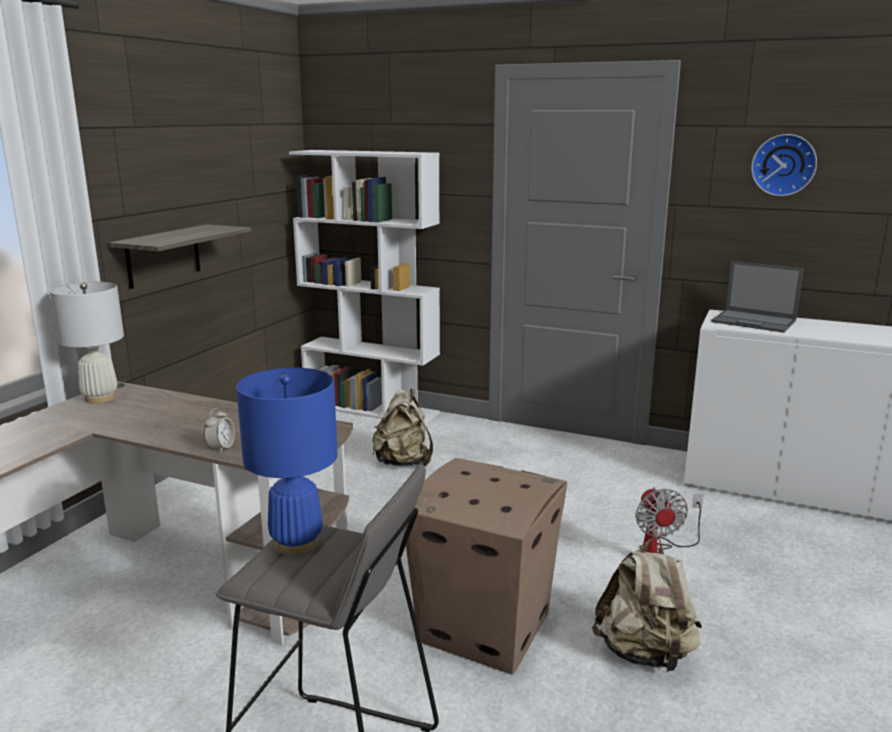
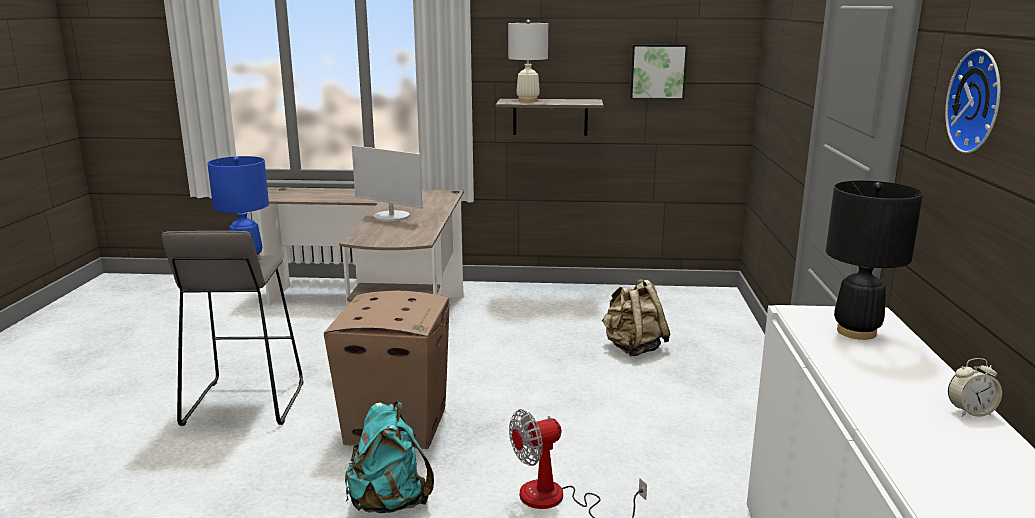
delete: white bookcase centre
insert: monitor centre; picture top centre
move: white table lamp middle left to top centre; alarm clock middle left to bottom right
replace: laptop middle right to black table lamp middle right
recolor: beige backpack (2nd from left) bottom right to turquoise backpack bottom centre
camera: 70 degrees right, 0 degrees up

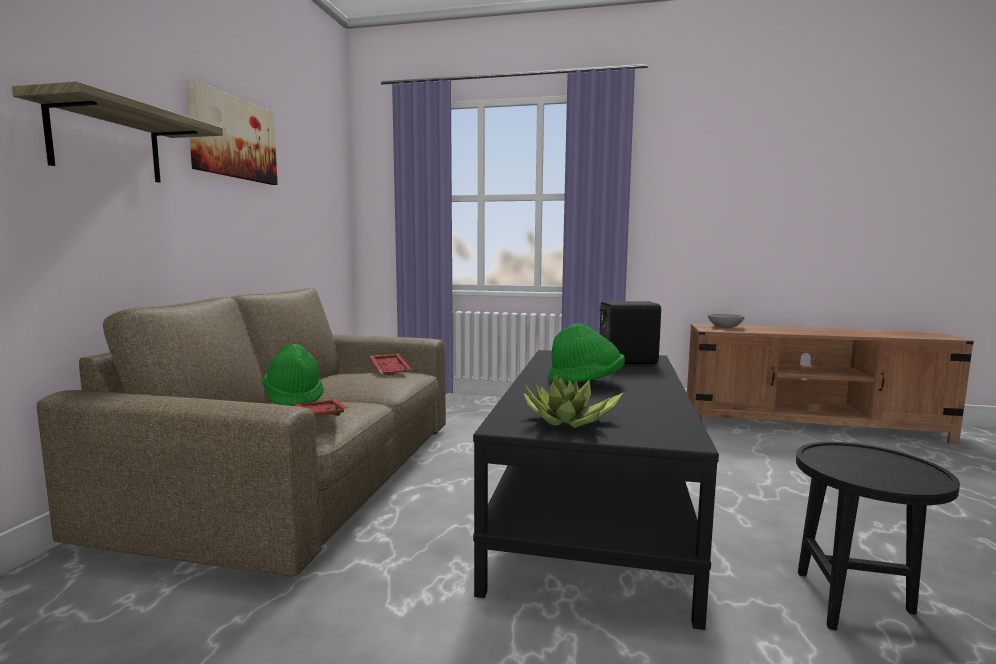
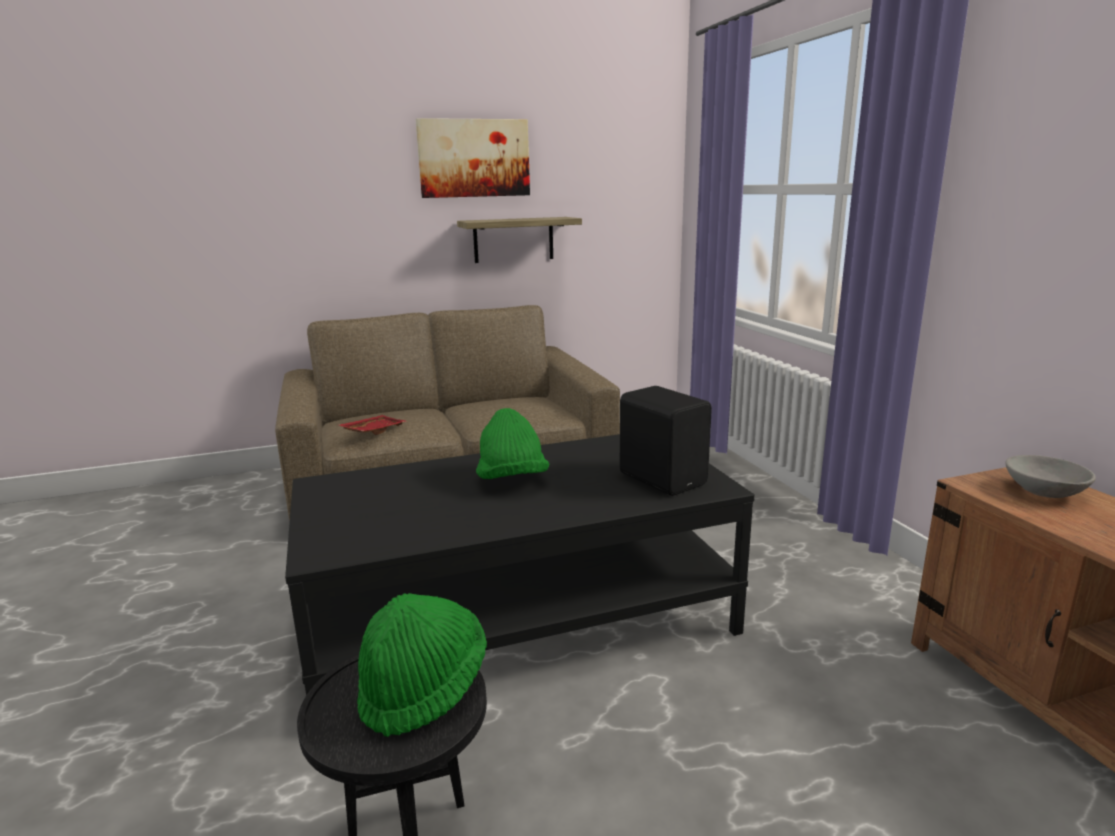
delete: red tray (2nd from left) centre; potted plant centre
move: green hat (1st from left) middle left to bottom centre; shelf top left to top centre
camera: 60 degrees right, 10 degrees up

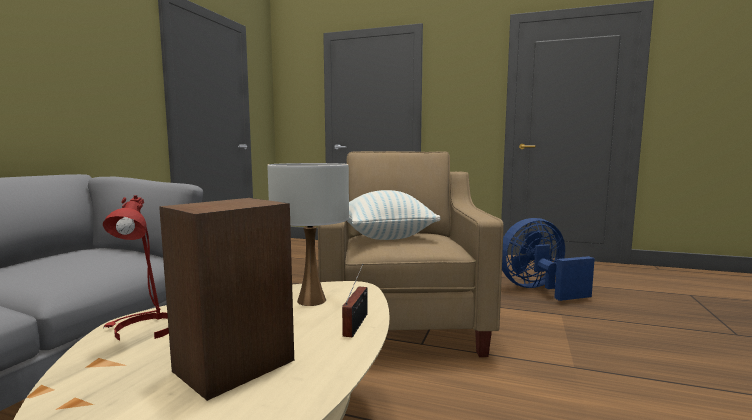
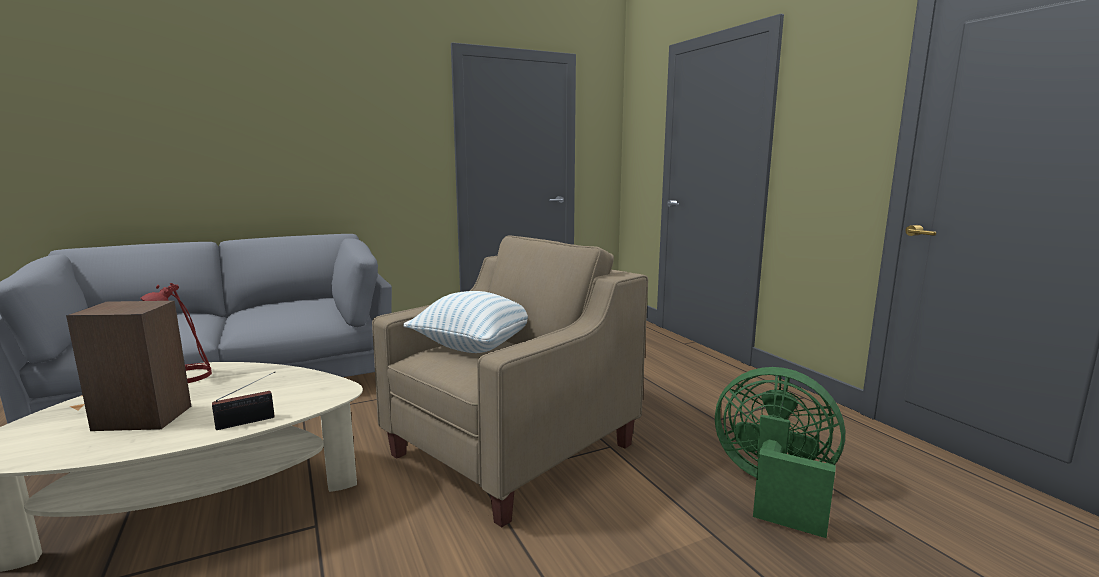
delete: white table lamp centre
recolor: blue fan middle right to green fan bottom right
camera: 45 degrees right, 5 degrees up

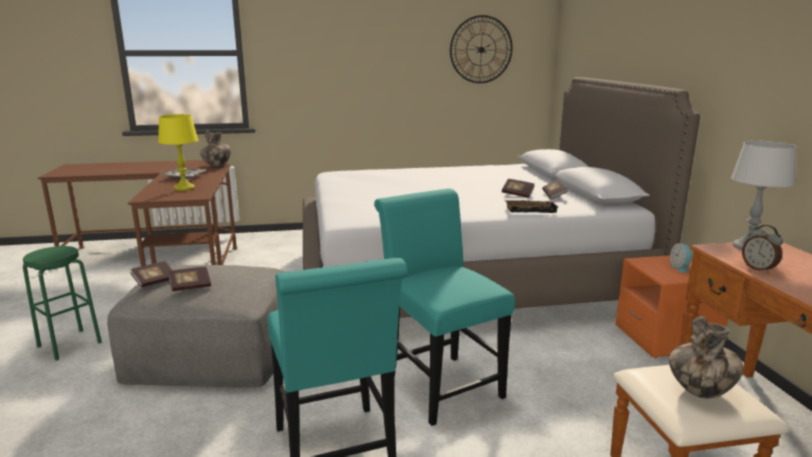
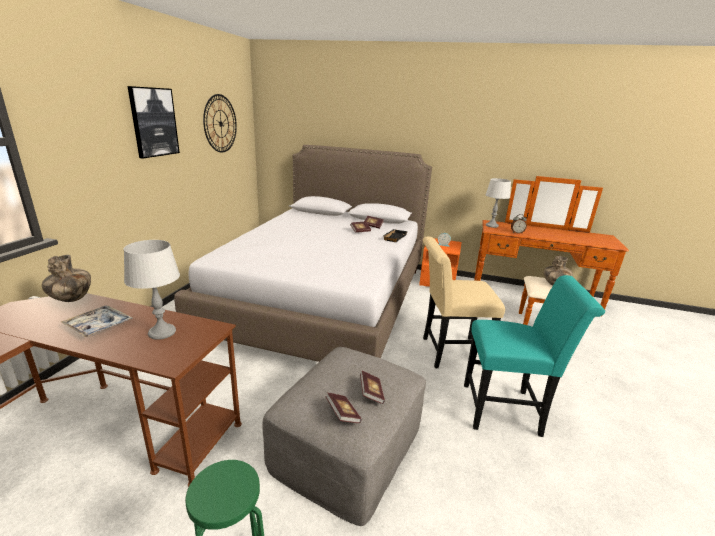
insert: picture top left
recolor: yellow table lamp top left to grey table lamp (1st from left) middle left; turquoise chair (2nd from left) bottom centre to beige chair centre
camera: 65 degrees left, 5 degrees up

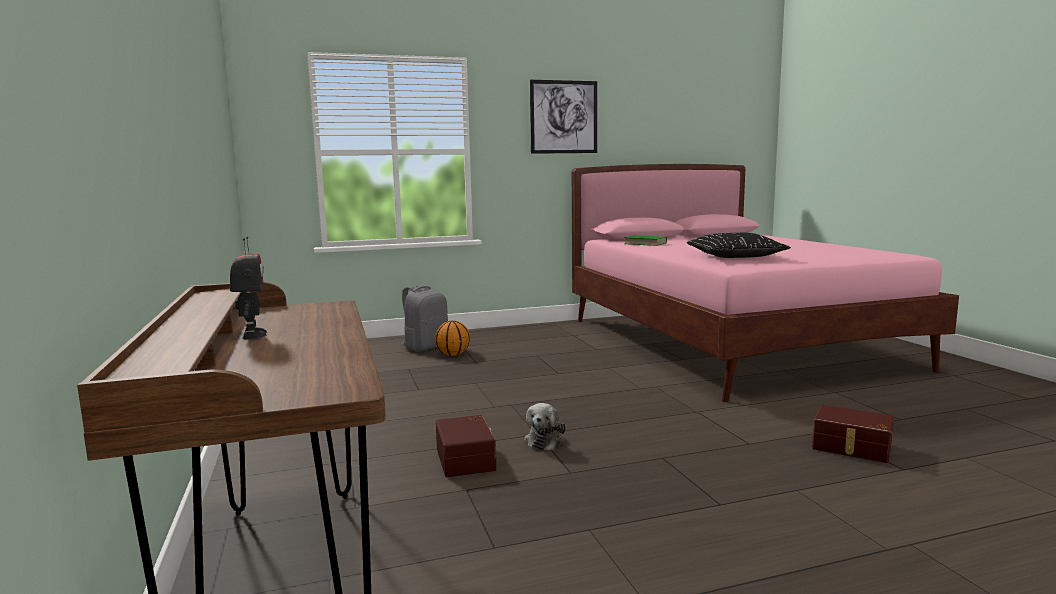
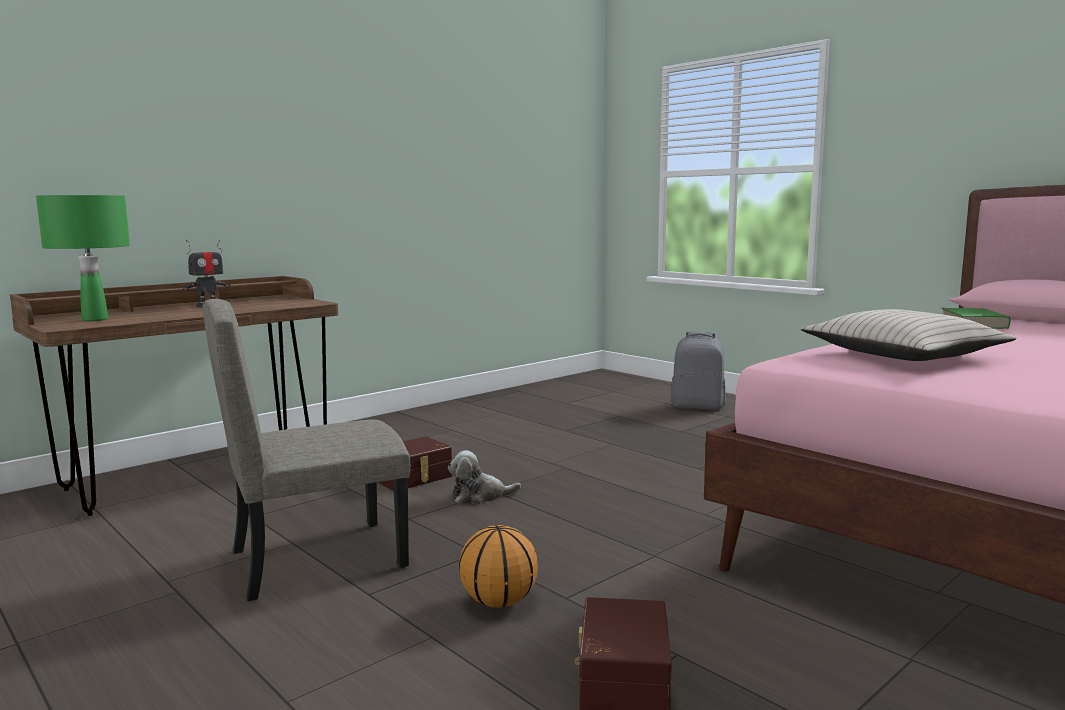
delete: picture top centre
insert: green table lamp middle left; beige chair middle left
move: basketball centre to bottom centre
recolor: black pillow middle right to beige pillow middle right
camera: 65 degrees right, 0 degrees up

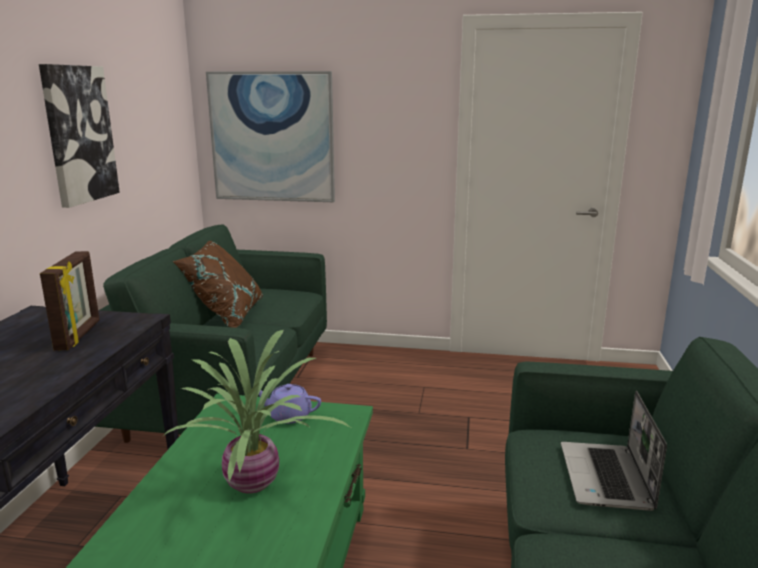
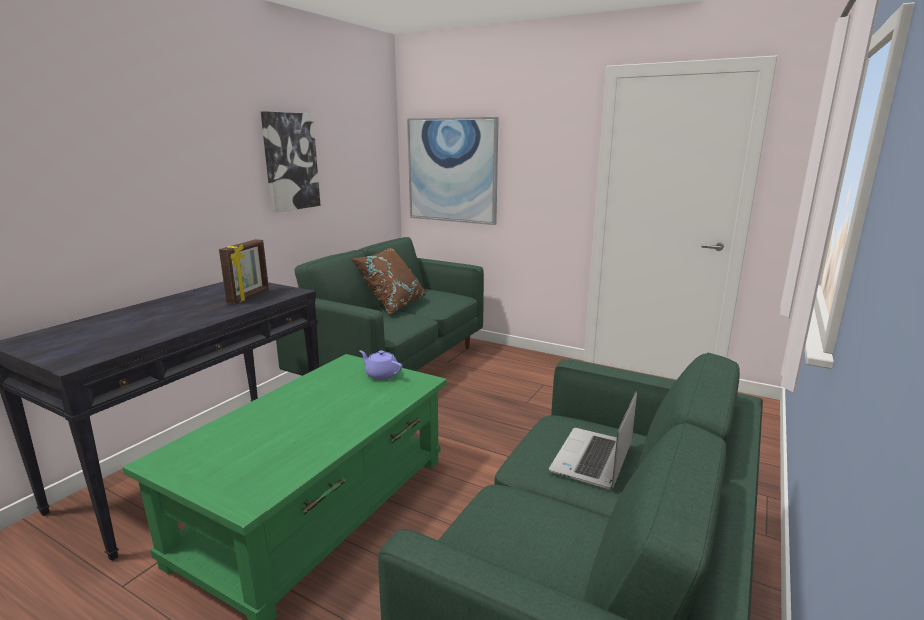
delete: potted plant bottom centre
camera: 20 degrees right, 0 degrees up

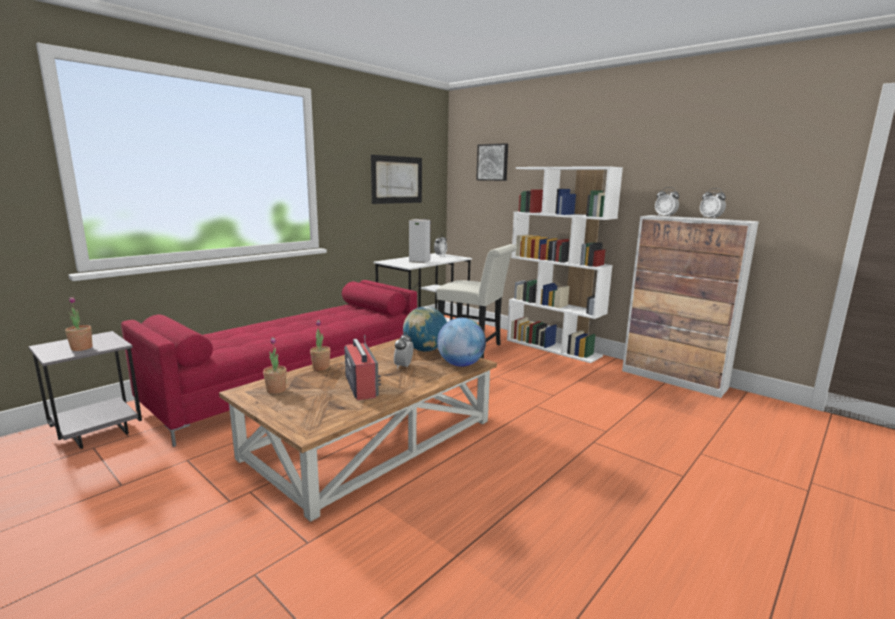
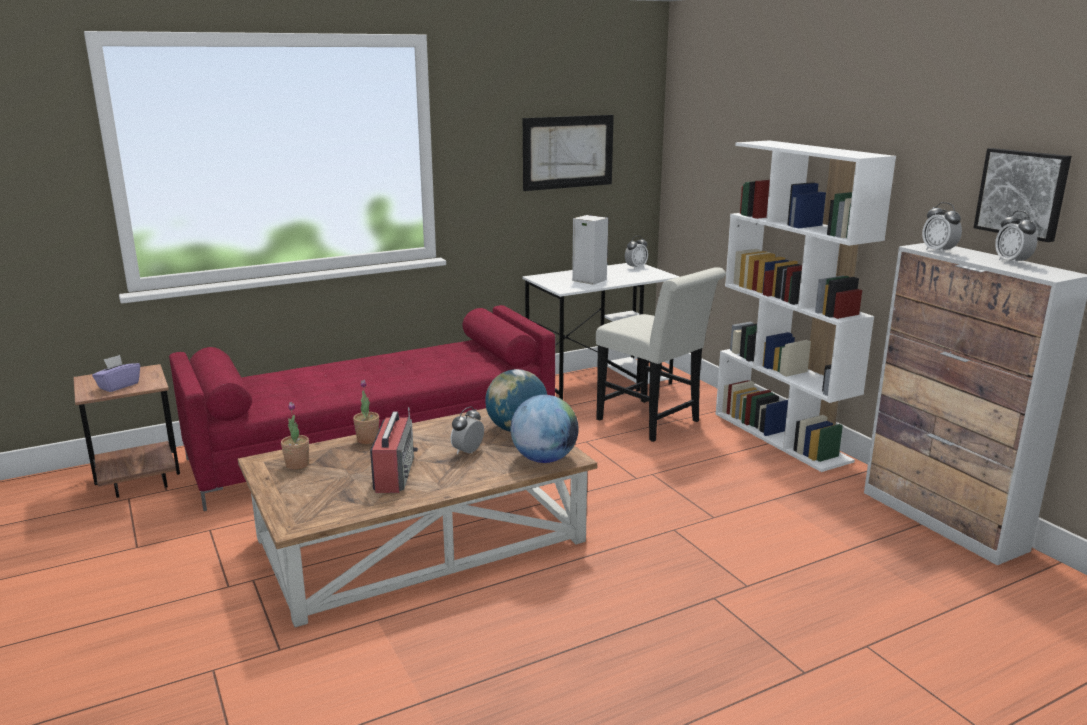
move: picture (2nd from left) top centre to top right
replace: potted plant (1st from left) middle left to purple tissue box middle left
recolor: grey side table middle left to brown side table middle left
camera: 20 degrees right, 5 degrees up

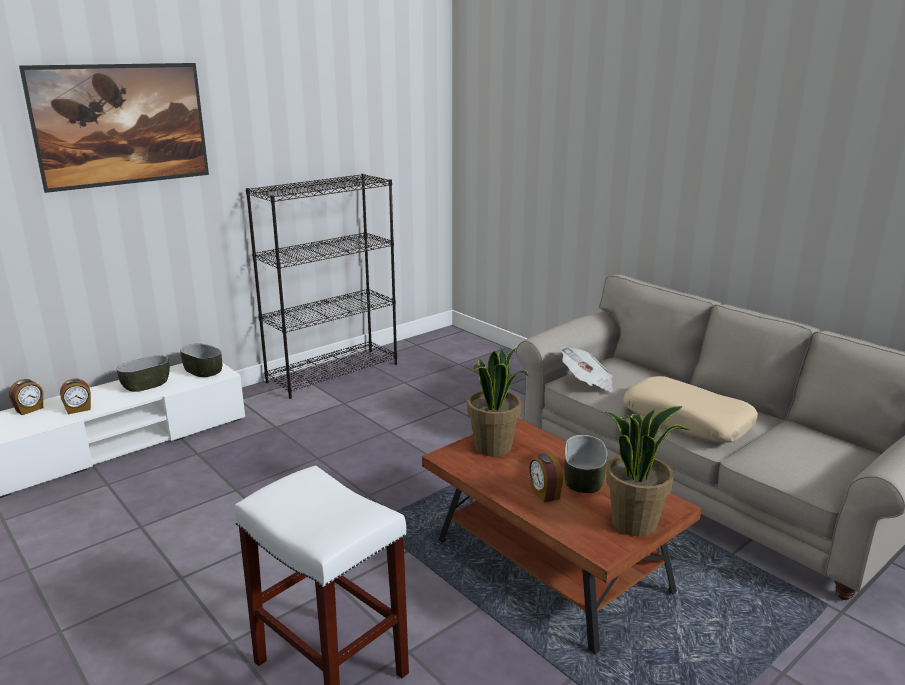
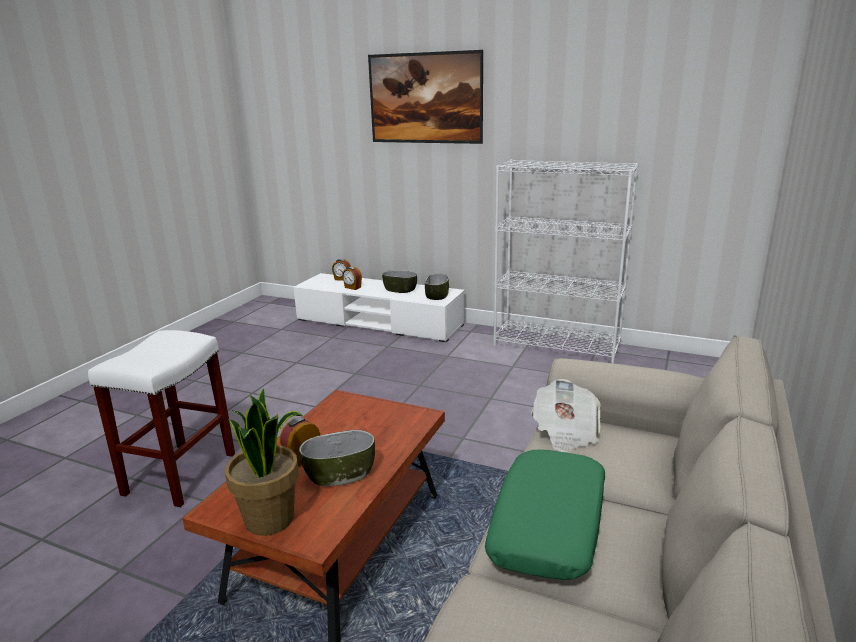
delete: potted plant (1st from left) centre
recolor: beige pillow middle right to green pillow bottom centre; black bookcase centre to white bookcase centre
camera: 65 degrees right, 0 degrees up

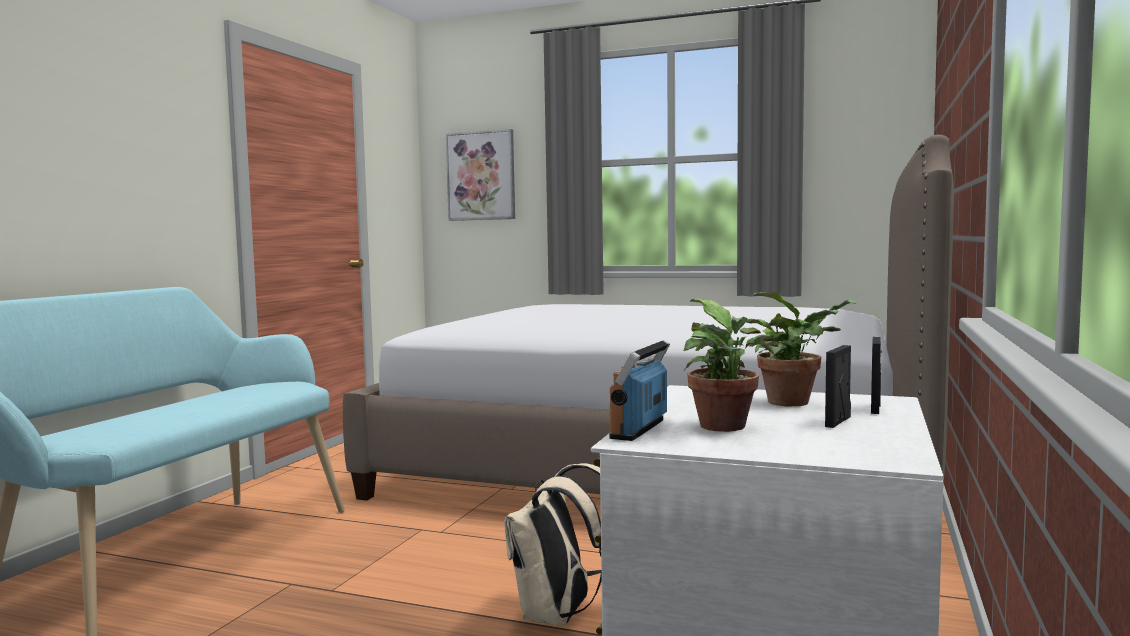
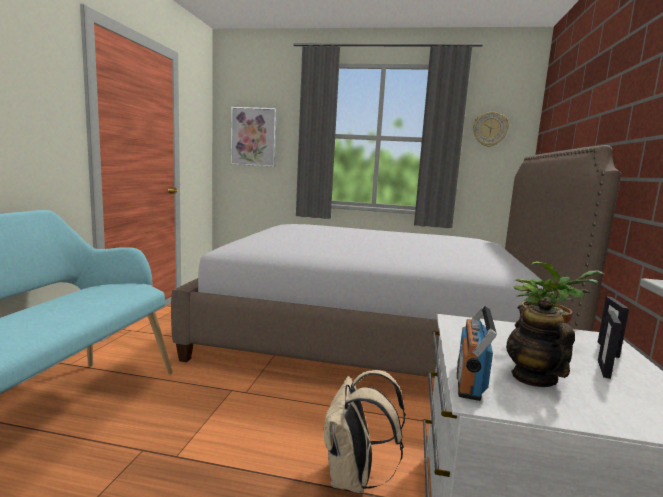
insert: wall clock top right
replace: potted plant (1st from left) centre to teapot bottom right
camera: 10 degrees left, 5 degrees up

